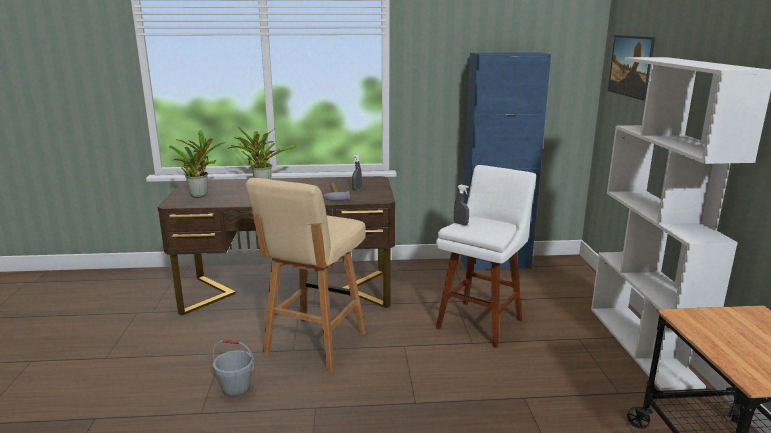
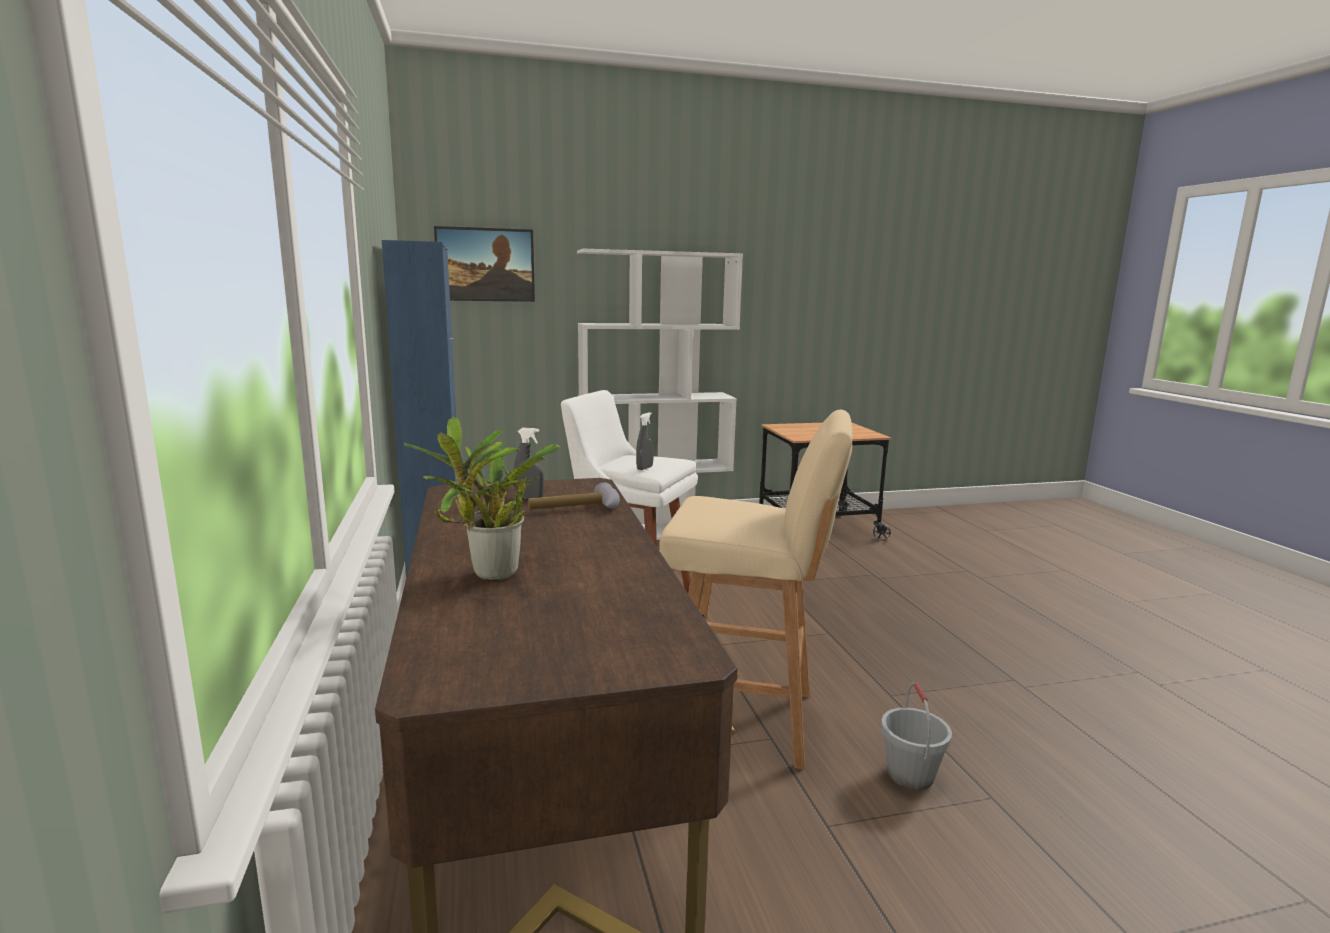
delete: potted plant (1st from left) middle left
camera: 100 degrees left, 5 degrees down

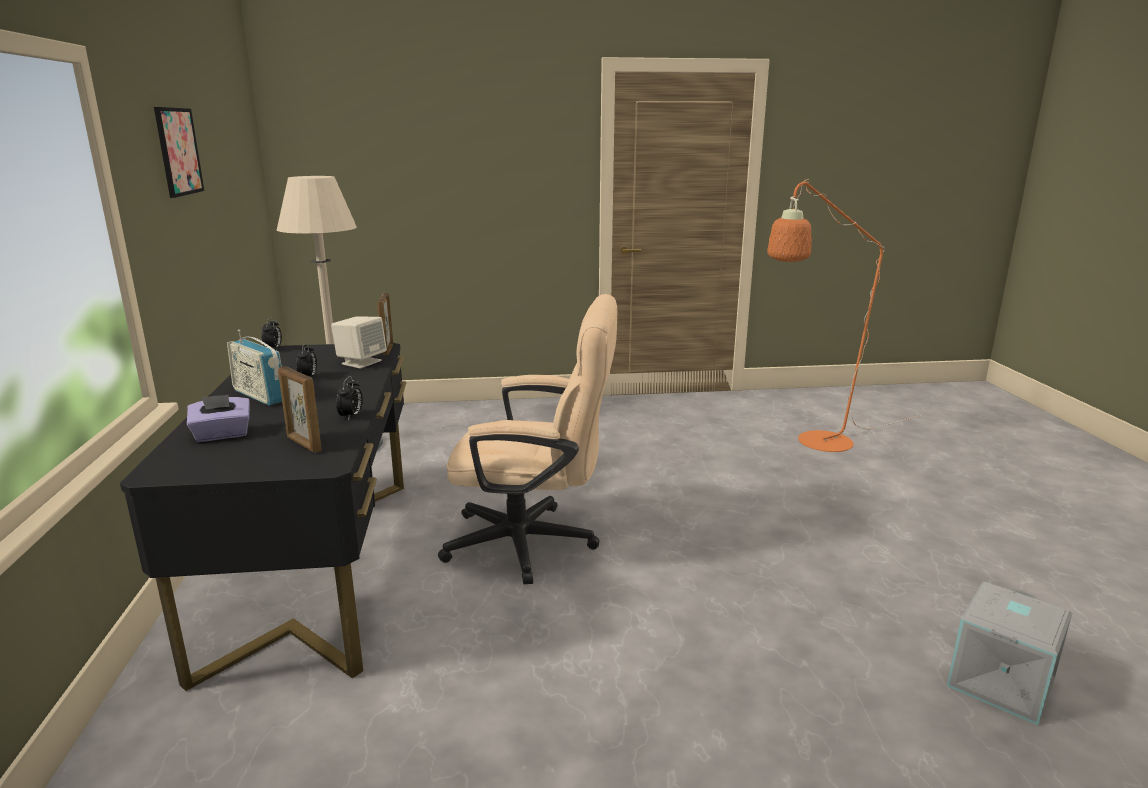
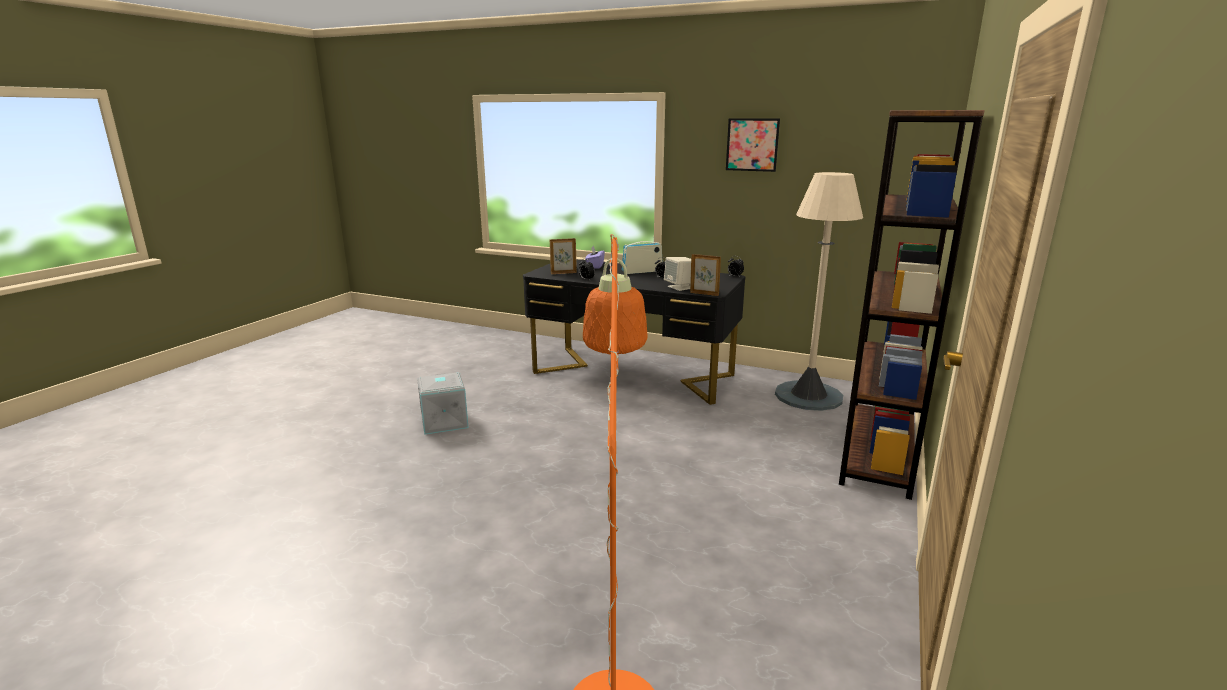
delete: beige office chair centre
insert: brown bookcase middle right
move: grey storage box bottom right to centre
camera: 120 degrees right, 0 degrees up

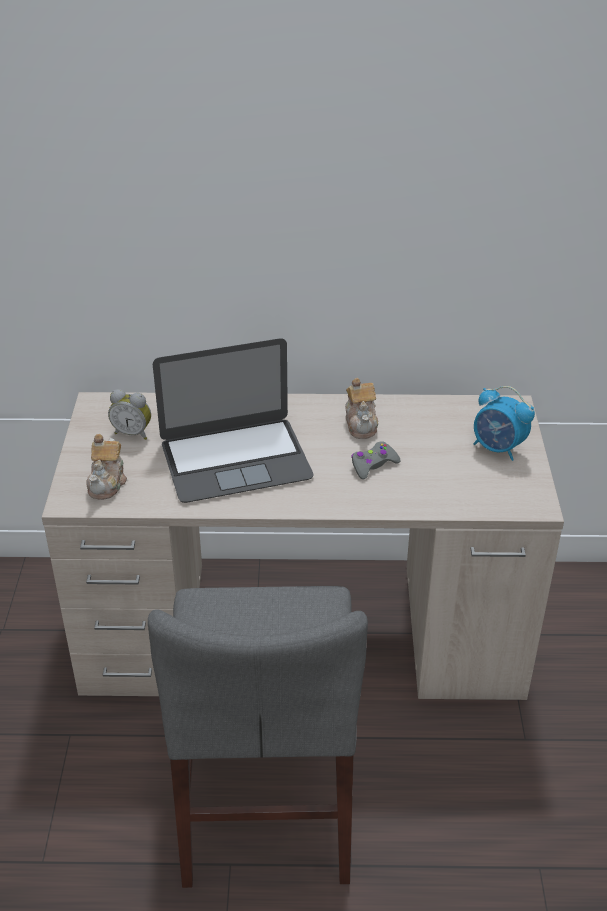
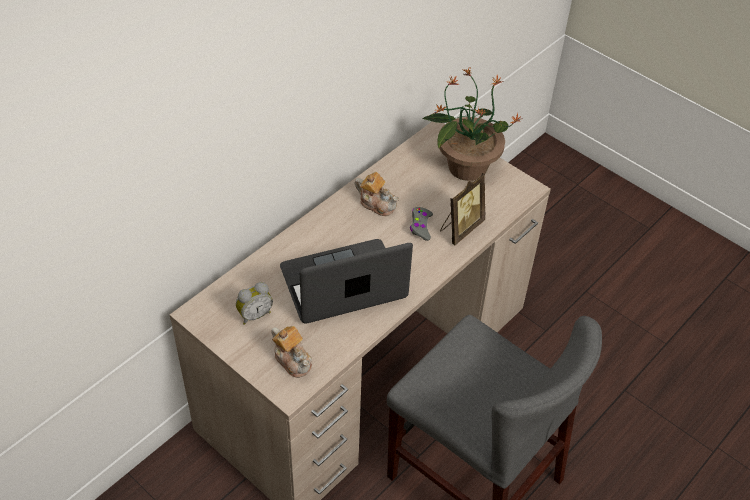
insert: picture frame centre
replace: alarm clock (2nd from left) middle right to potted plant top centre
rotate: laptop centre = centre 135 degrees counterclockwise
camera: 50 degrees left, 10 degrees up

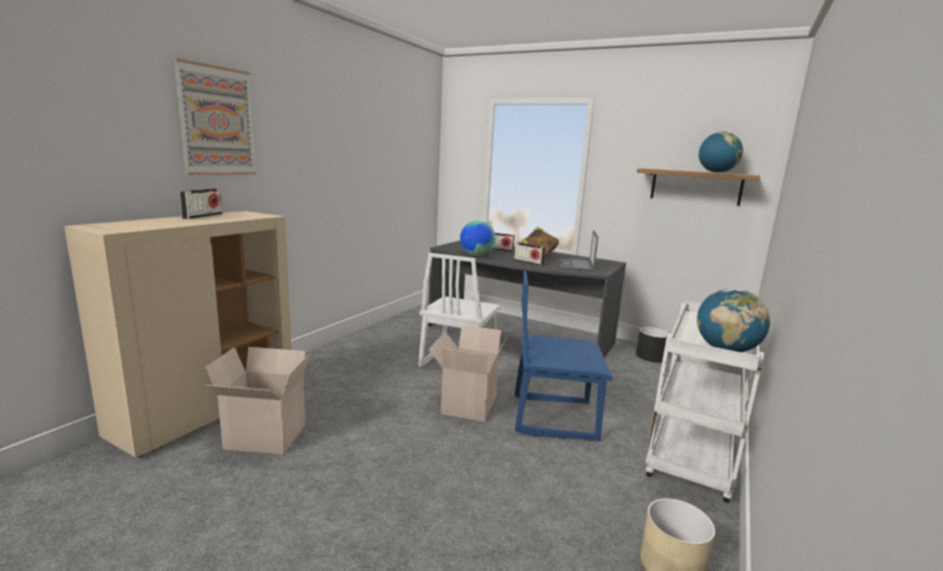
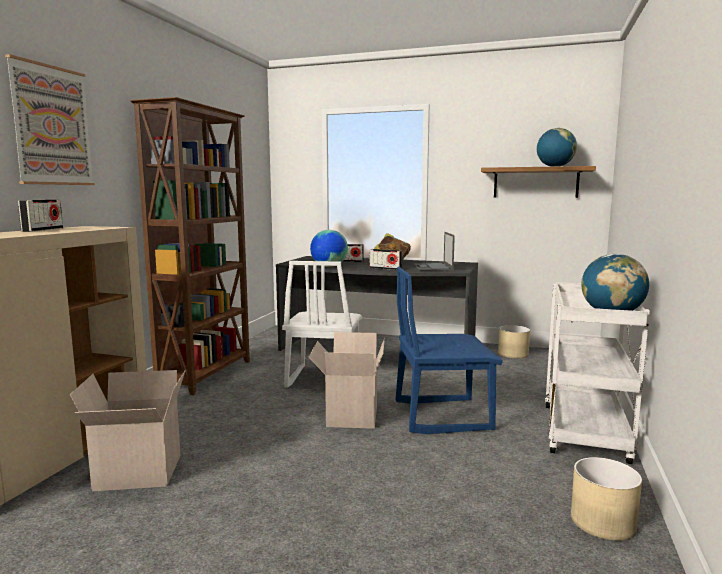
insert: brown bookcase middle left
recolor: black planter middle right to beige planter (1st from left) middle right
camera: 10 degrees left, 5 degrees down

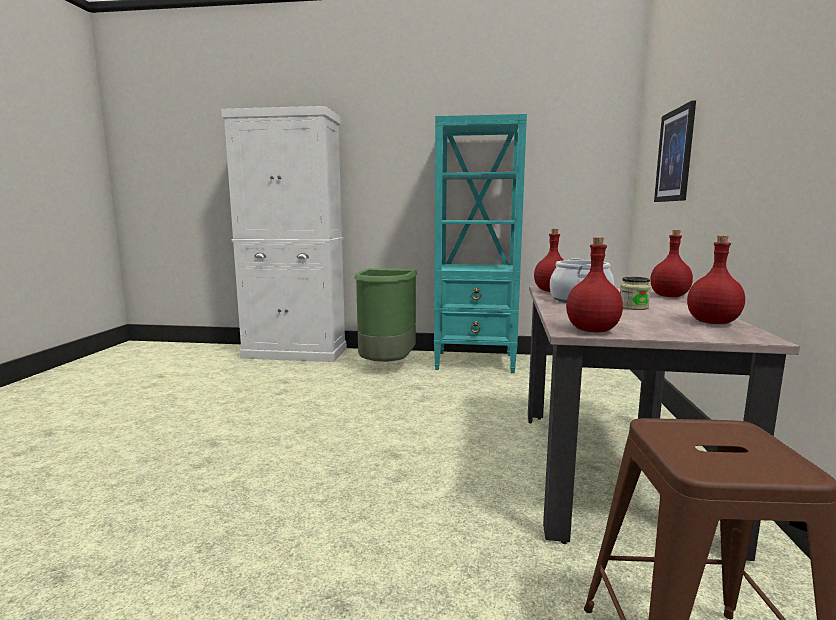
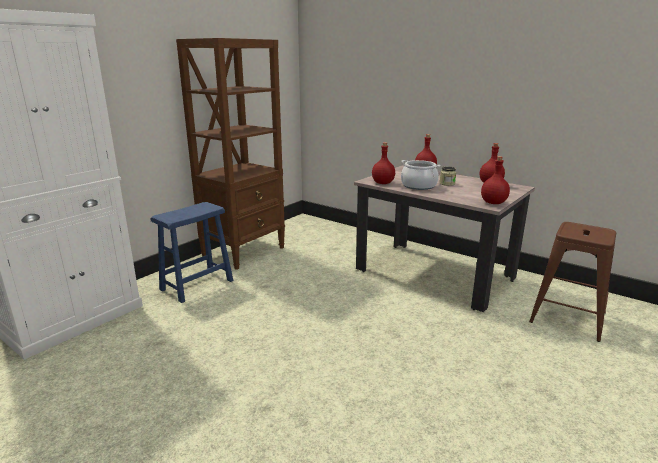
delete: picture top right
replace: green trash can centre to blue stool middle left
recolor: turquoise bookcase centre to brown bookcase top centre
camera: 60 degrees left, 10 degrees up

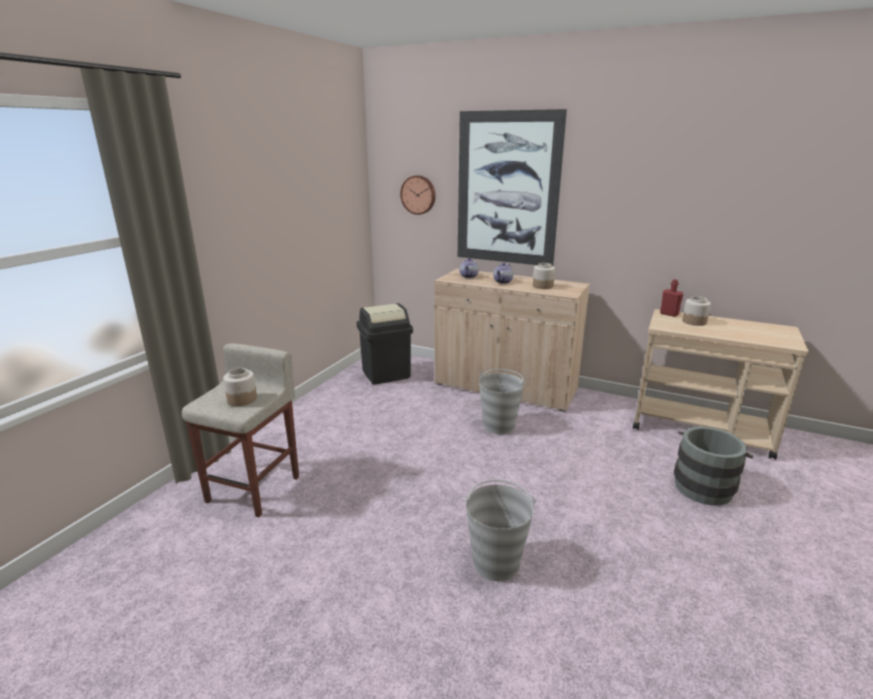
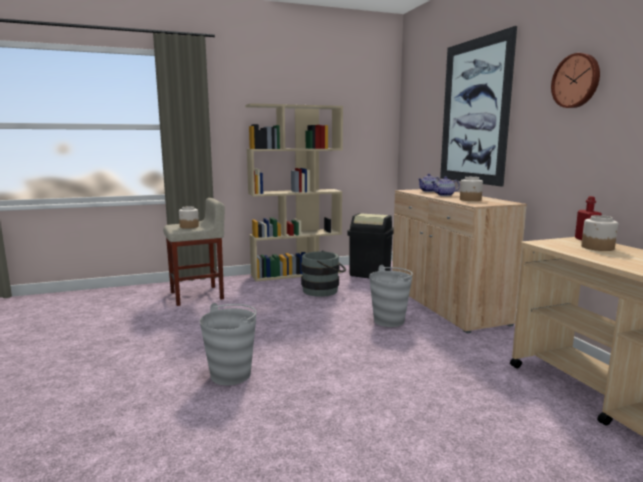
insert: beige bookcase centre
move: grey bucket (3rd from left in the first image) bottom right to grey bucket (2nd from left) centre; wall clock top centre to top right
camera: 45 degrees right, 10 degrees down

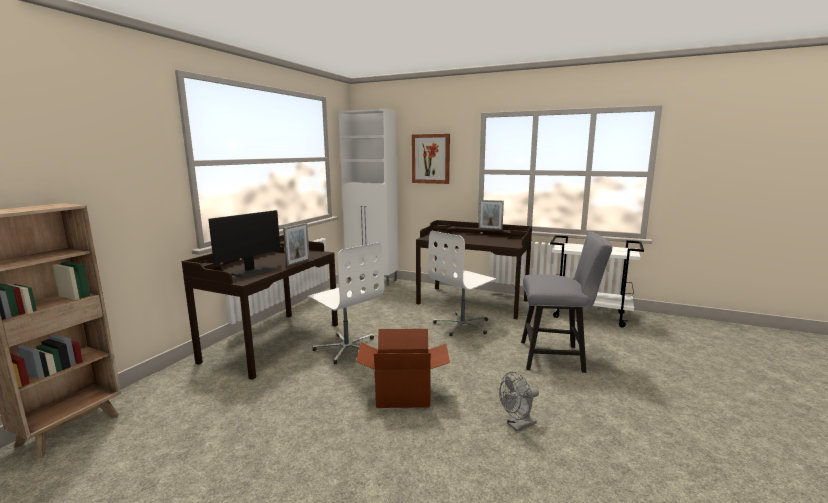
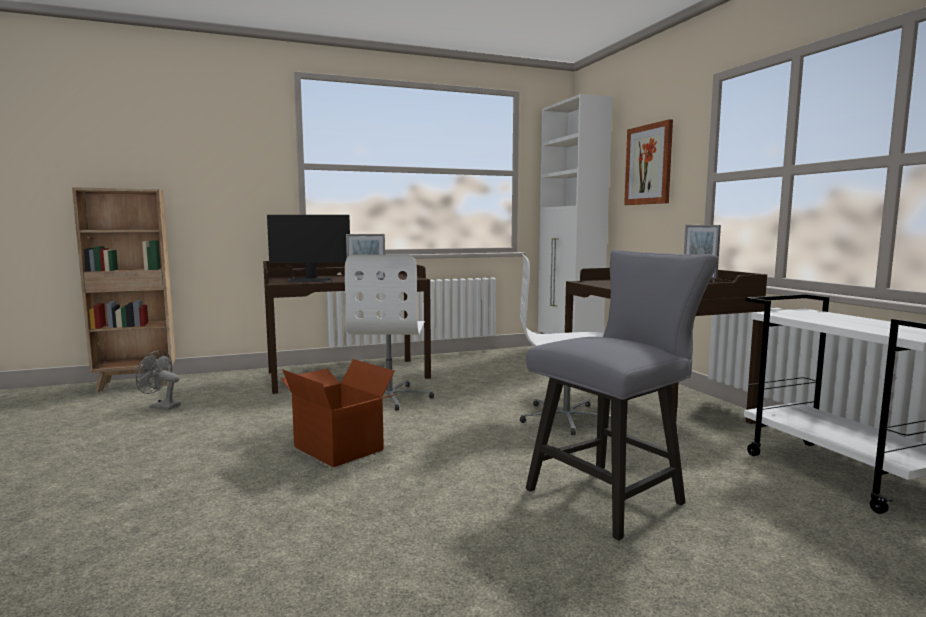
move: grey fan bottom centre to middle left
rotate: grey chair middle right = middle right 90 degrees counterclockwise
camera: 45 degrees right, 5 degrees down

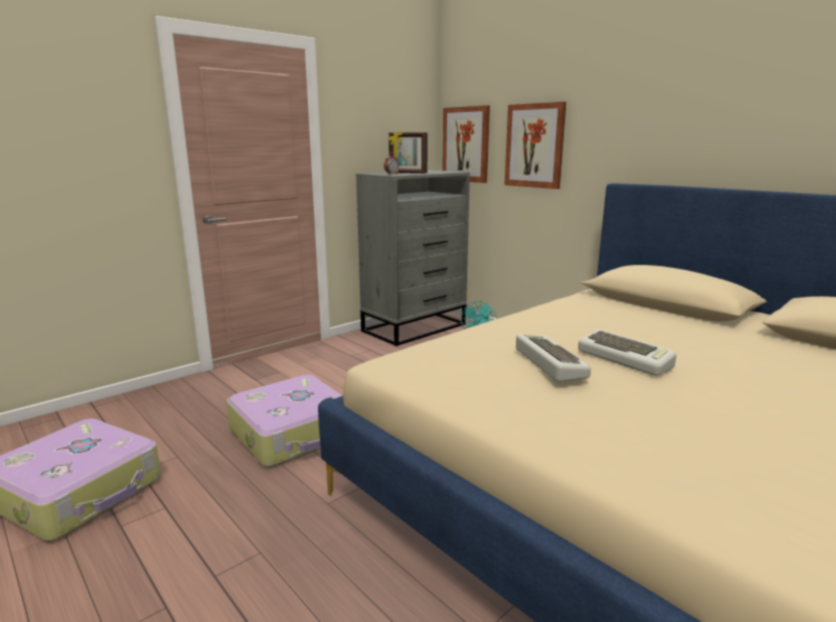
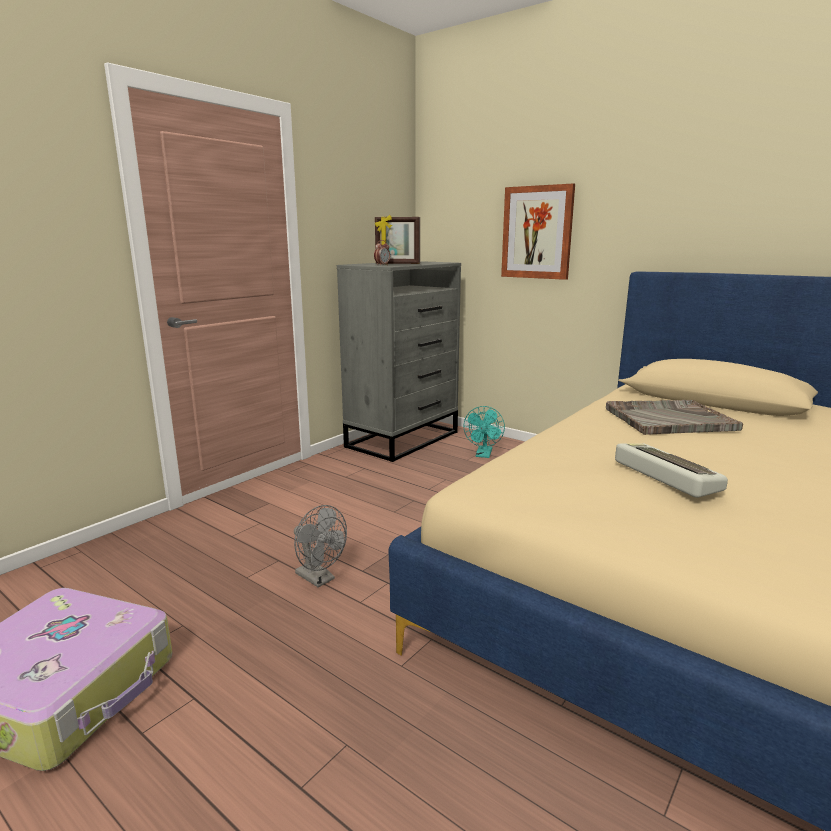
delete: picture (1st from left) top centre; keyboard (2nd from left) middle right
insert: grey tray middle right
replace: suitcase (2nd from left) bottom centre to grey fan centre
camera: 10 degrees left, 0 degrees up

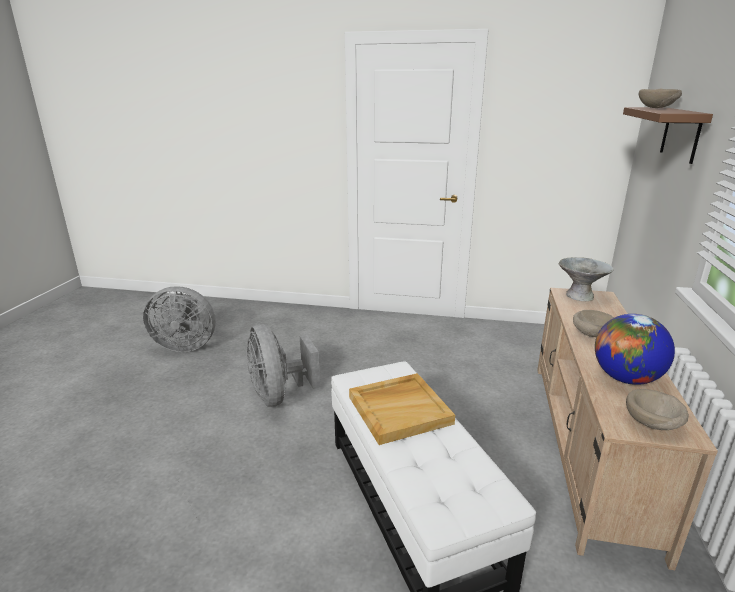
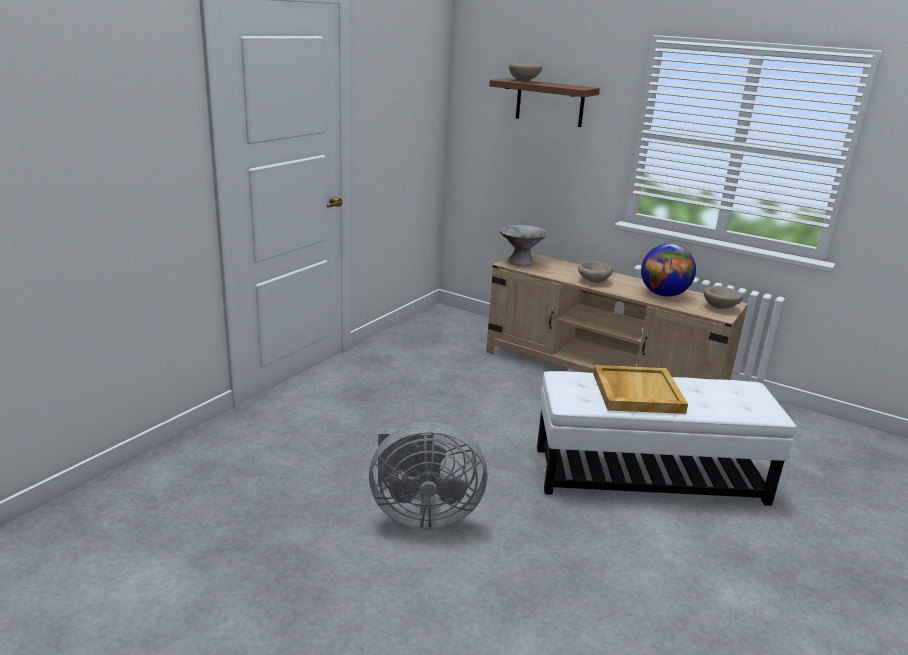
delete: grey fan (1st from left) middle left
camera: 70 degrees left, 0 degrees up

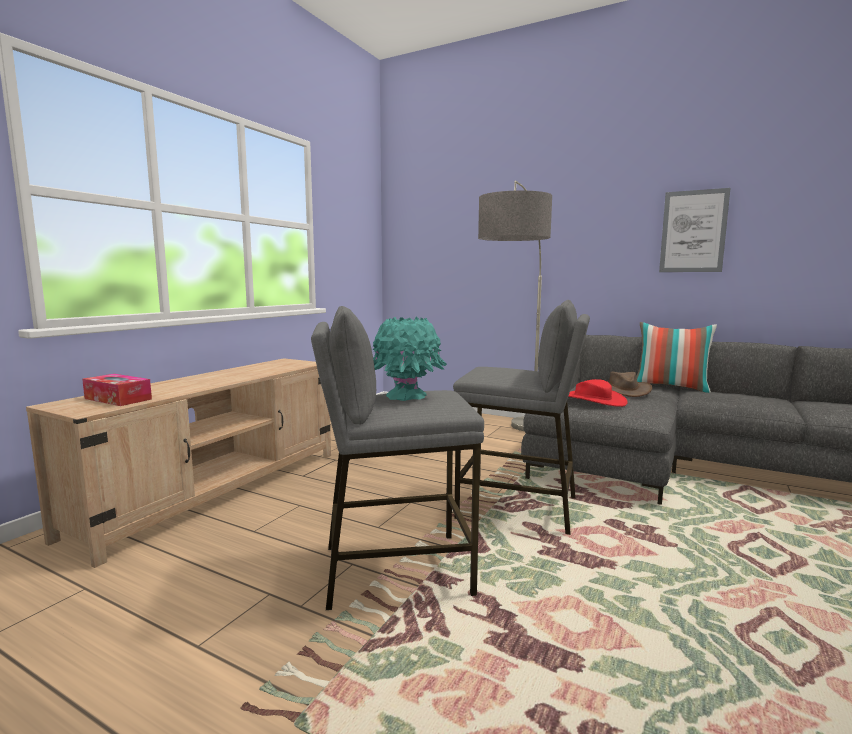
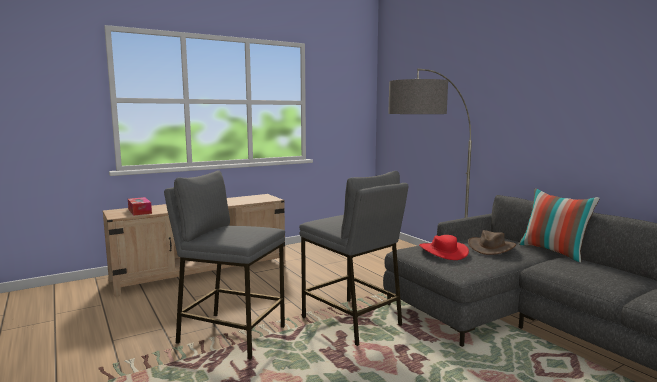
delete: turquoise vase centre; picture top right
camera: 30 degrees right, 0 degrees up

